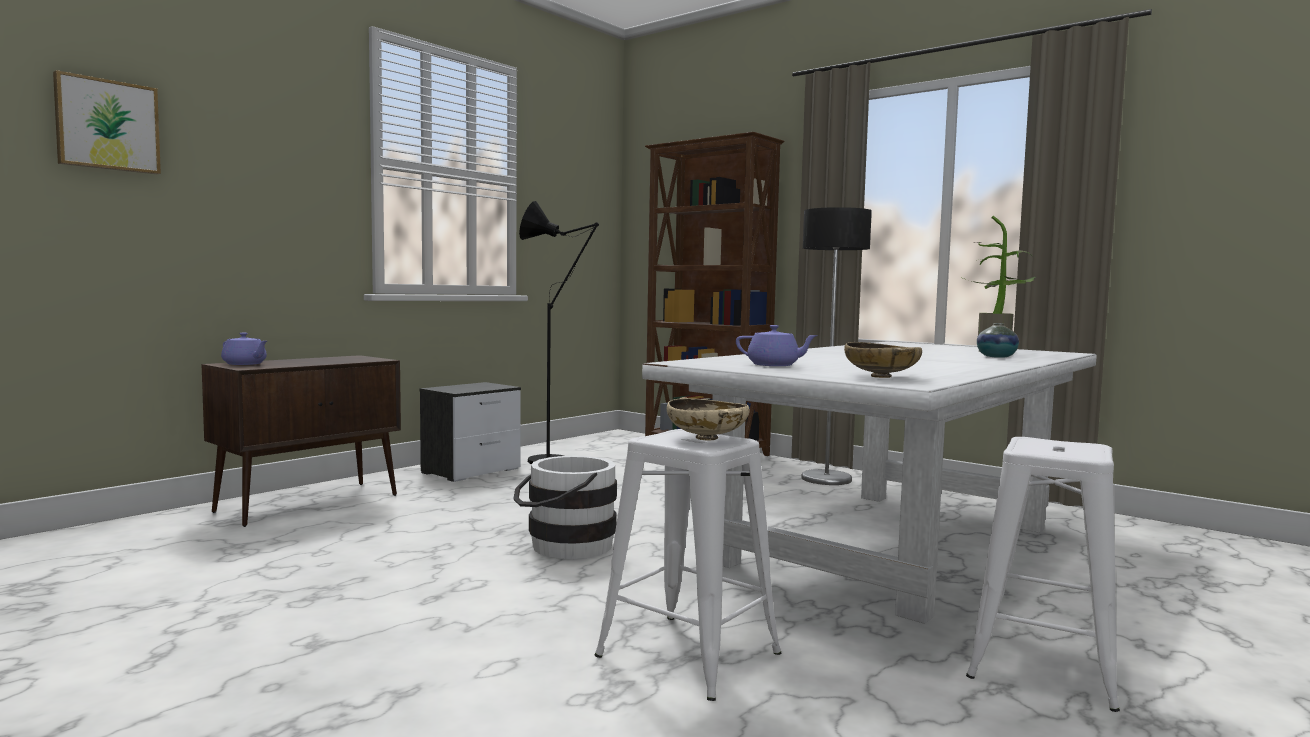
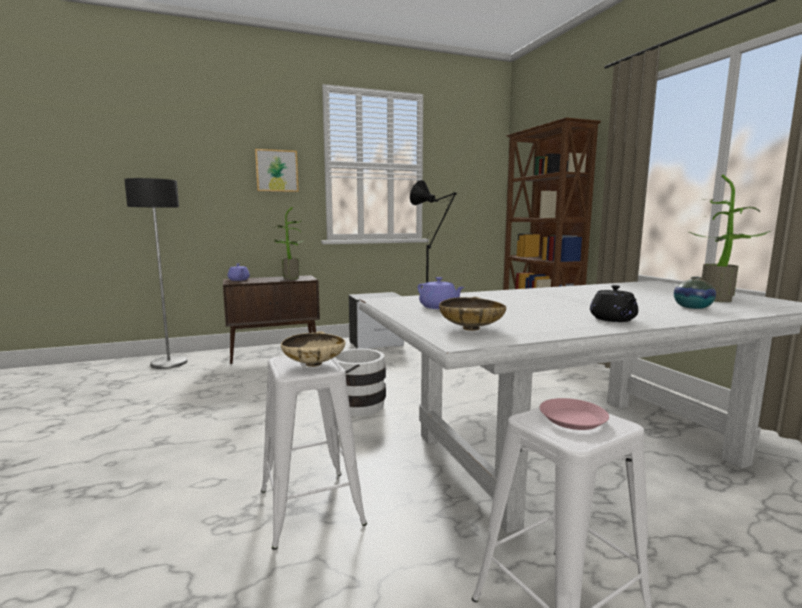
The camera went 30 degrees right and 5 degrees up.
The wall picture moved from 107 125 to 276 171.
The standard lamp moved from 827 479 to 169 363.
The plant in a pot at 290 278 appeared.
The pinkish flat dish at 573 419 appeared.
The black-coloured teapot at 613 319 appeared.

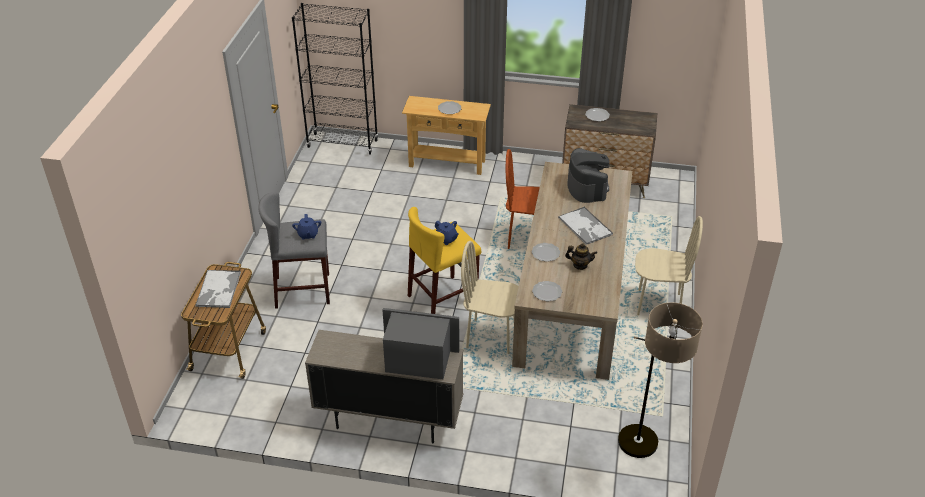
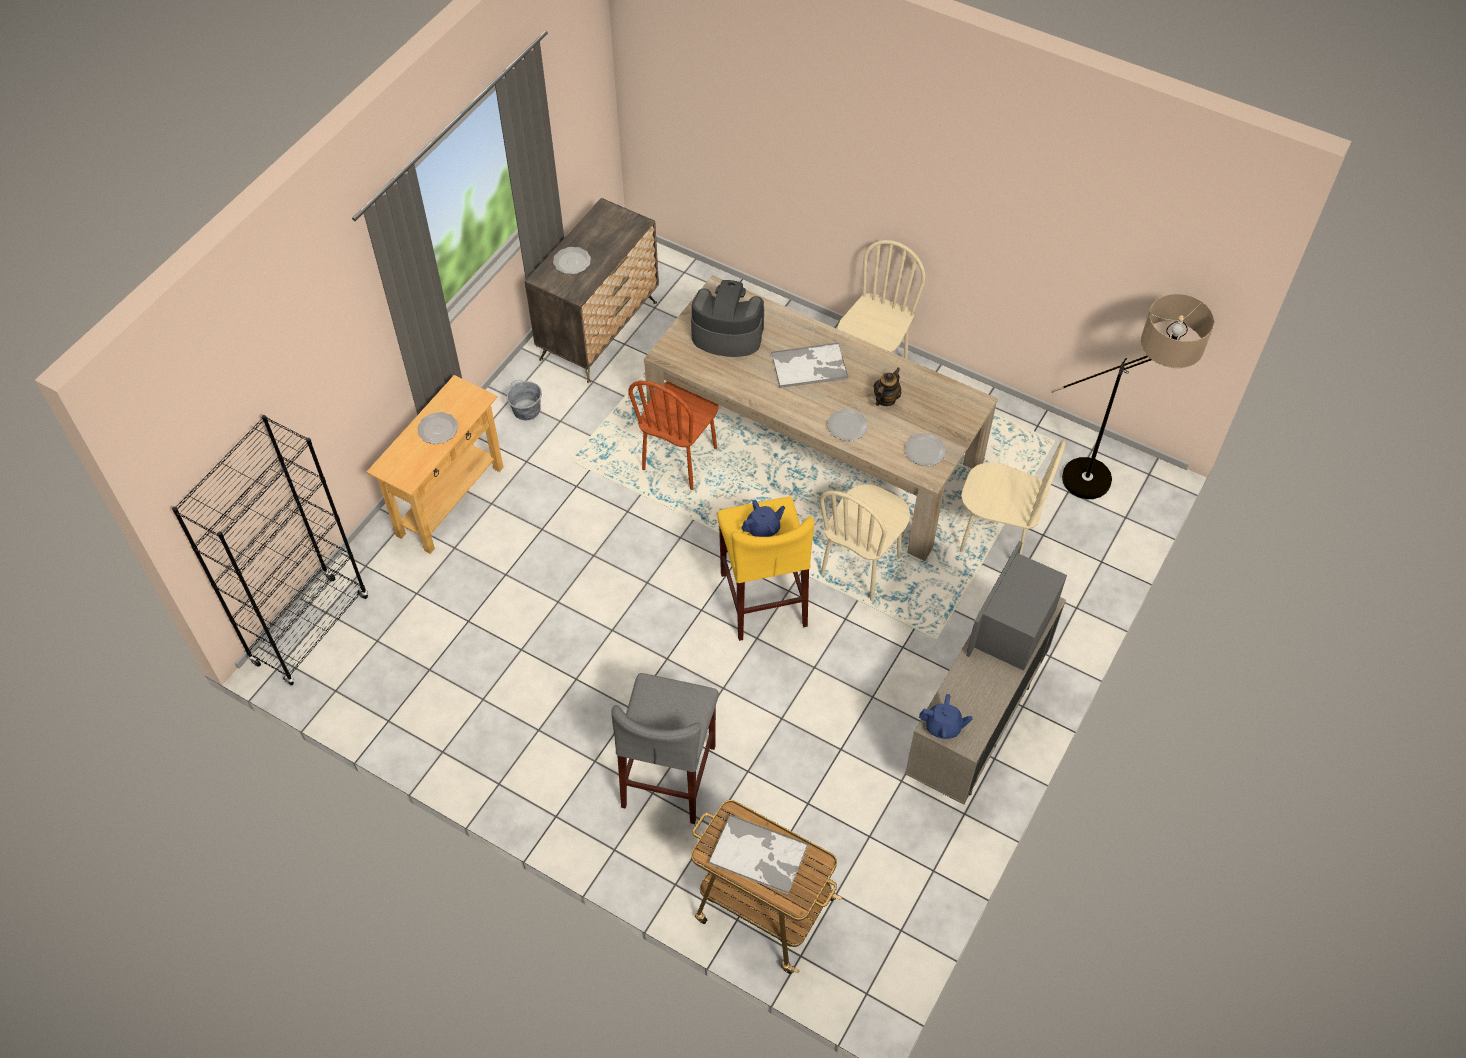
The camera went 70 degrees left and 15 degrees up.
The blue-coloured teapot moved from 308 234 to 943 727.
The gray water bucket at 526 410 appeared.
The beige chair at 996 540 appeared.

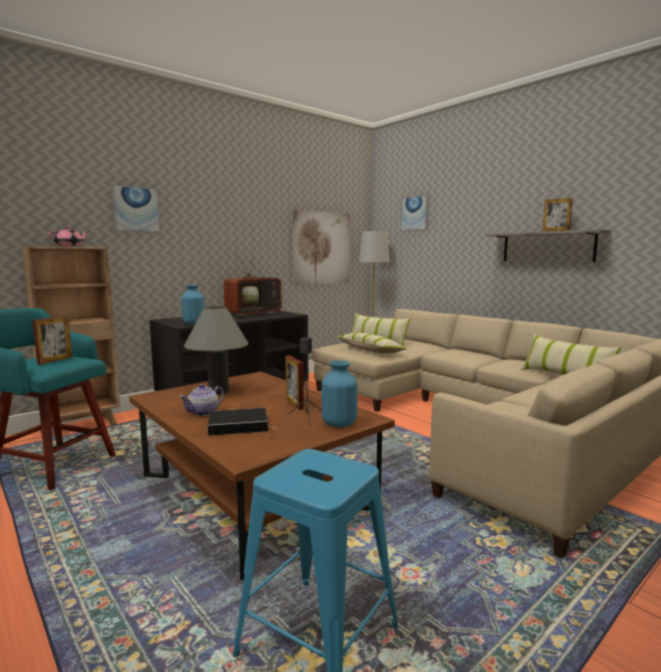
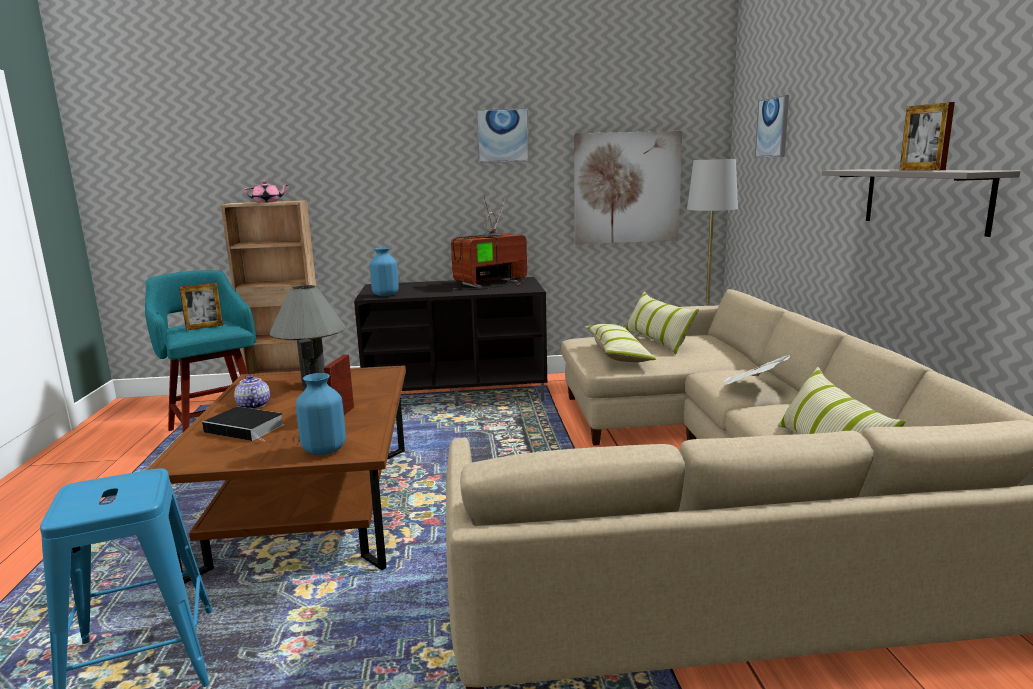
The camera went 35 degrees right and 5 degrees up.
The wall picture moved from 136 209 to 502 135.
The teapot at 204 412 turned 75 degrees clockwise.
The TV at 254 313 turned 150 degrees clockwise.
The daily paper at 752 387 appeared.

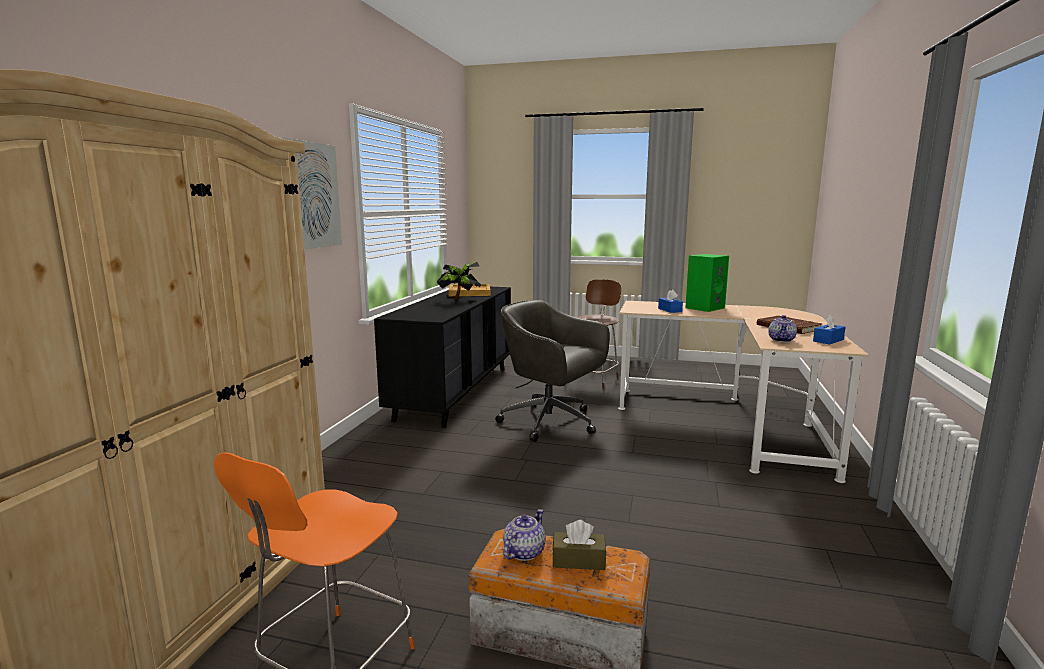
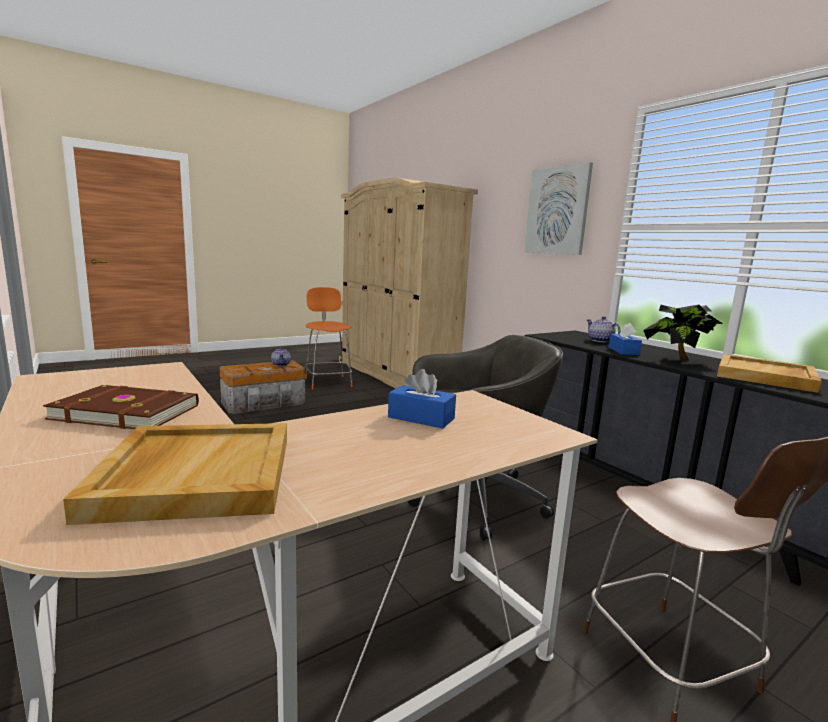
The camera went 130 degrees right and 0 degrees up.
The brown tissue holder at 578 560 disappeared.
The greenish audio speaker at 704 308 disappeared.
The teapot moved from 782 340 to 599 340.
The blue-coloured tissue holder moved from 828 340 to 623 351.
The beige serving tray at 196 474 appeared.

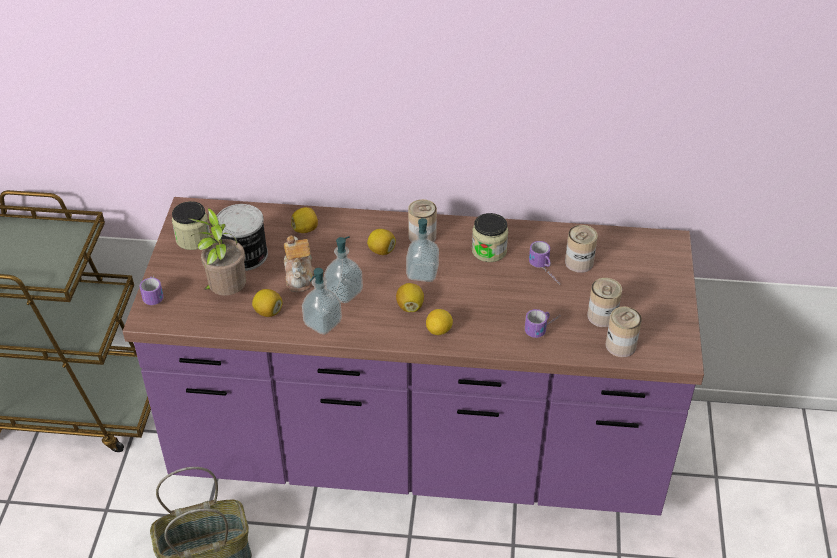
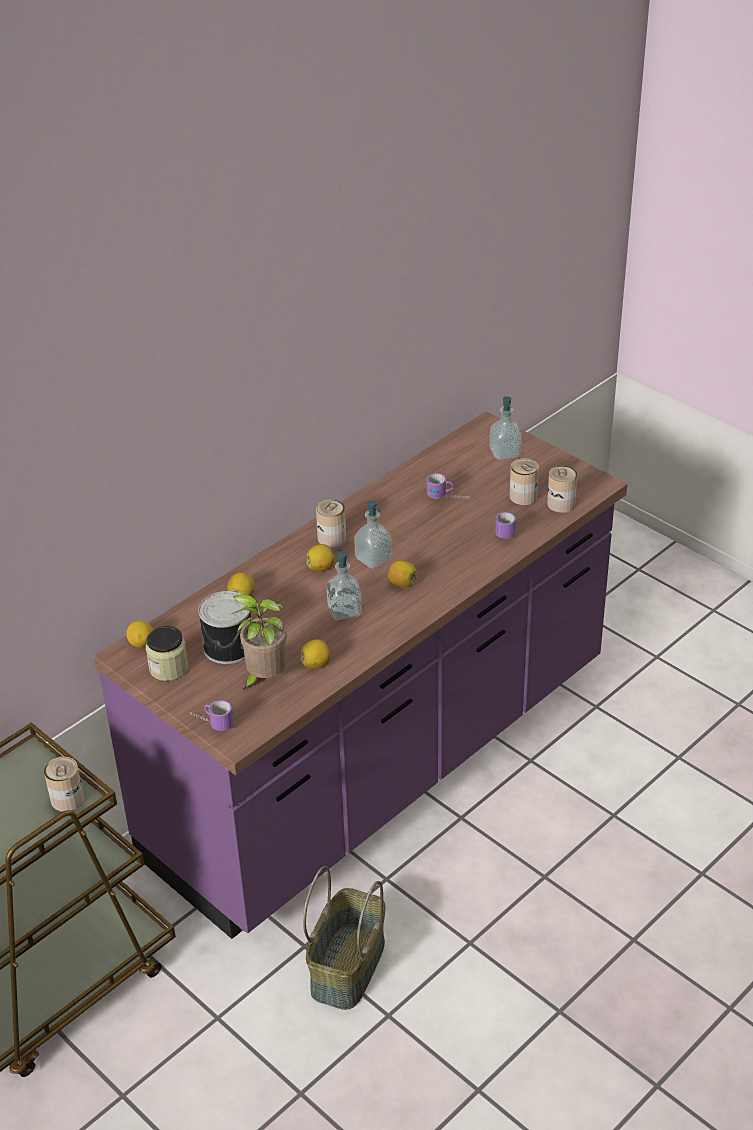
The camera went 50 degrees left and 5 degrees down.
The teapot at 300 275 disappeared.
The liquid soap bottle moved from 322 323 to 505 453.
The lemon moved from 439 331 to 141 643.
The jar at 489 251 disappeared.
The can moved from 579 262 to 67 799.

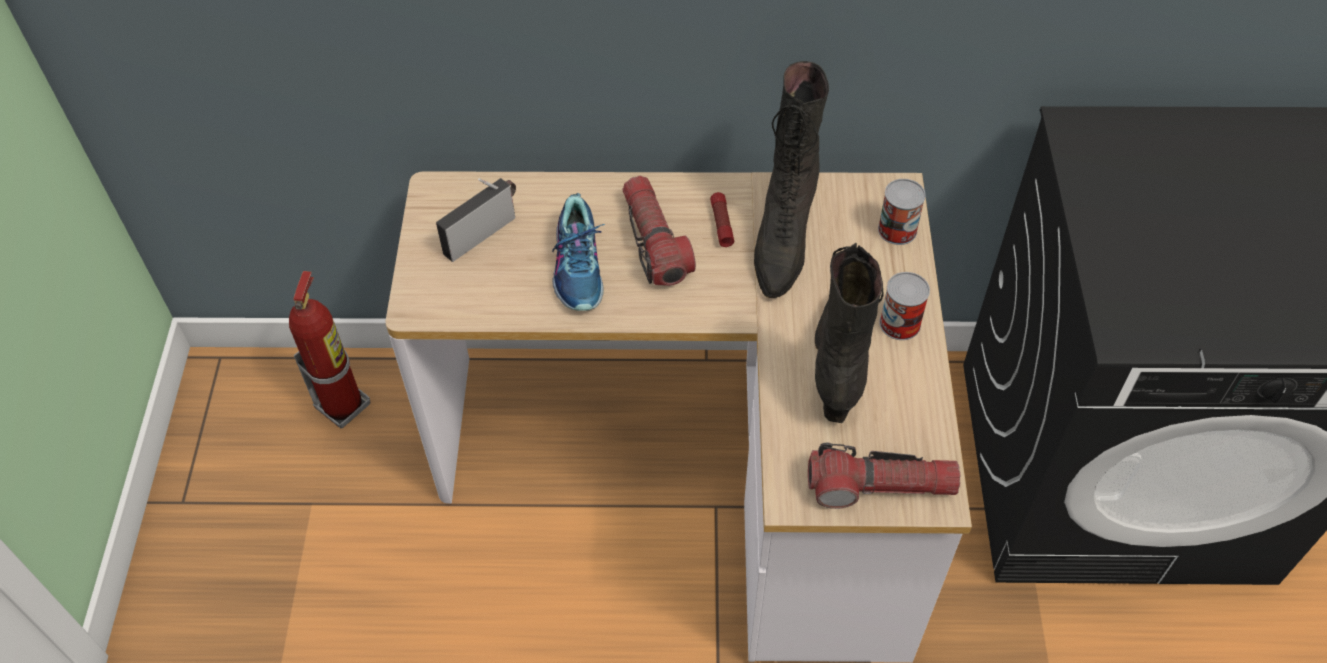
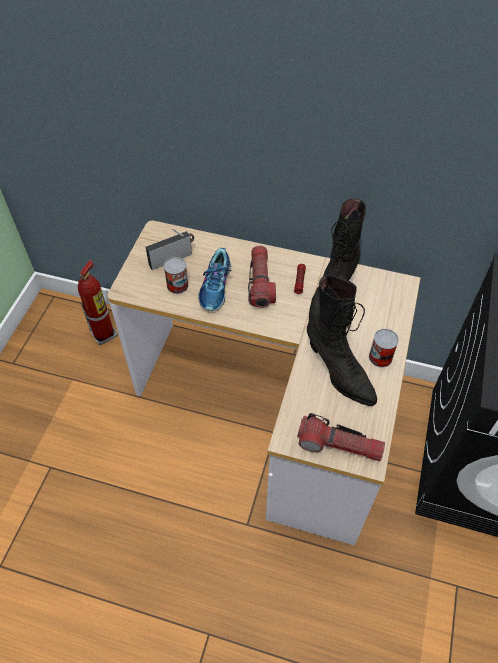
The camera went 15 degrees right and 0 degrees up.
The black-coloured boot at 839 364 turned 120 degrees clockwise.
The can moved from 897 230 to 177 285.

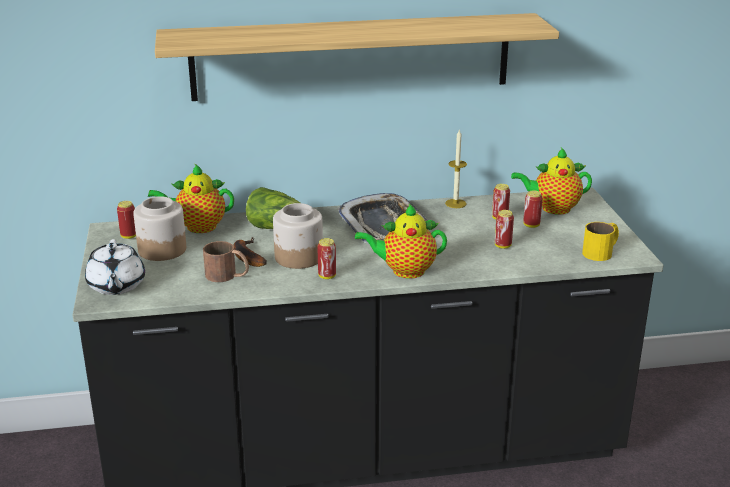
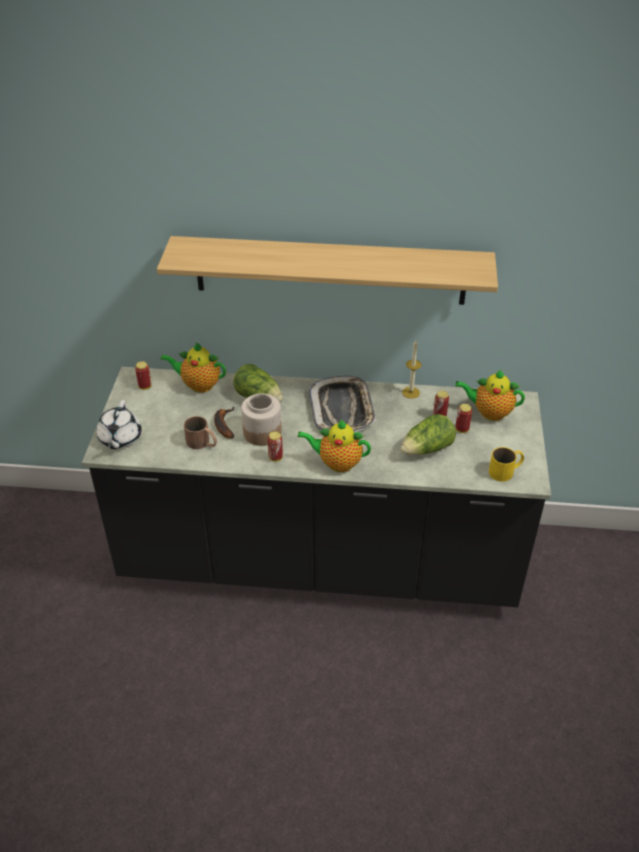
The camera went 15 degrees right and 15 degrees up.
The jar at 162 249 disappeared.
The can at 502 246 was replaced by the lettuce at 427 449.

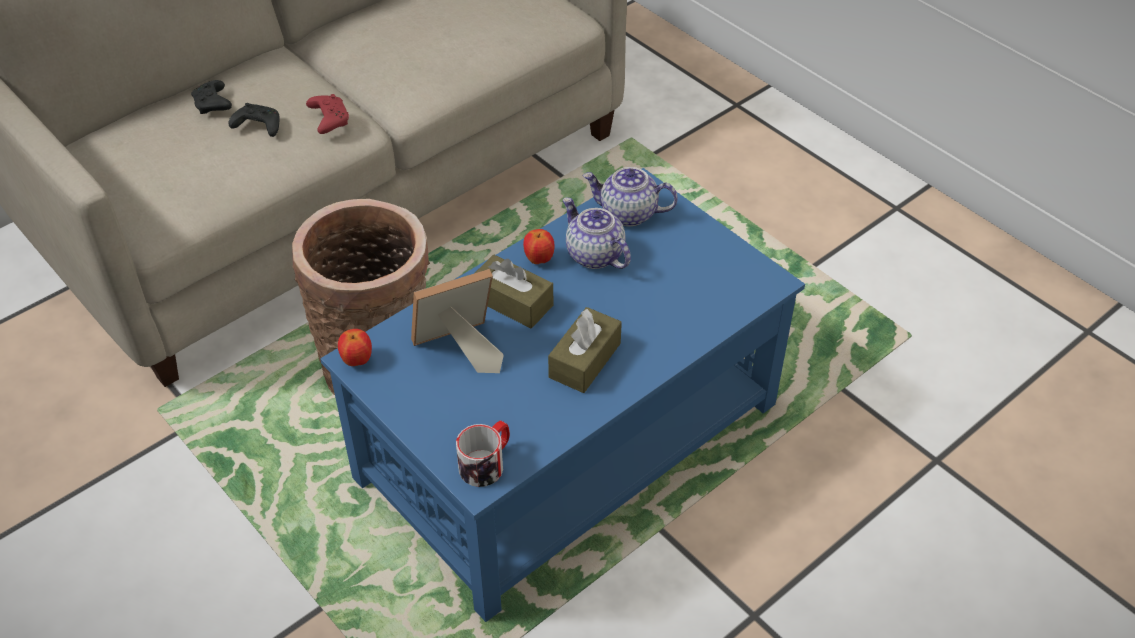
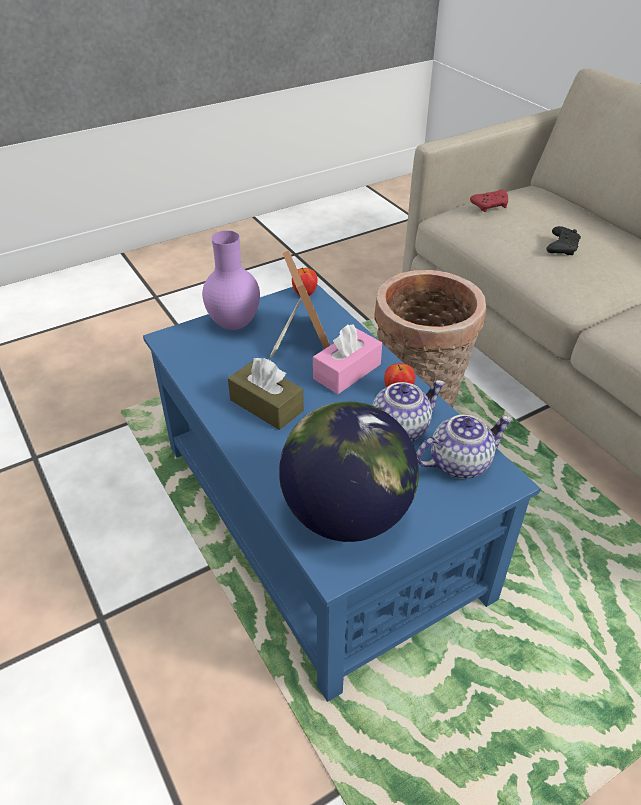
The camera went 100 degrees right and 5 degrees down.
The black-coloured game controller at 213 105 disappeared.
The red game controller moved from 328 119 to 490 206.
The coffee mug at 487 462 disappeared.
The brown tissue holder at 512 302 became the pinkish tissue holder at 347 371.
The teapot at 628 214 turned 45 degrees clockwise.
The purple-coloured vase at 235 325 appeared.
The desk globe at 346 515 appeared.

